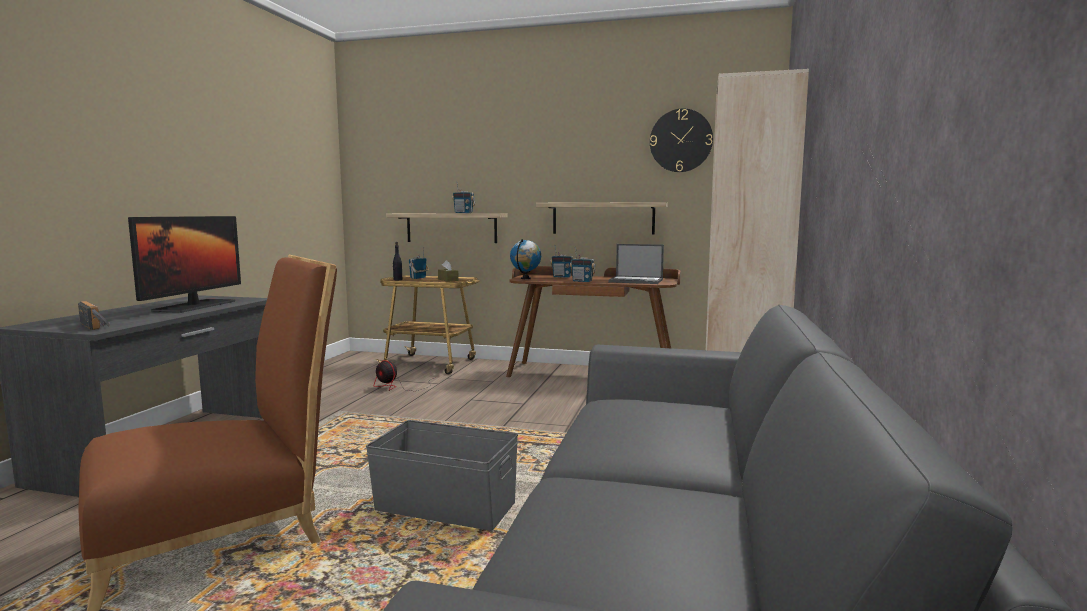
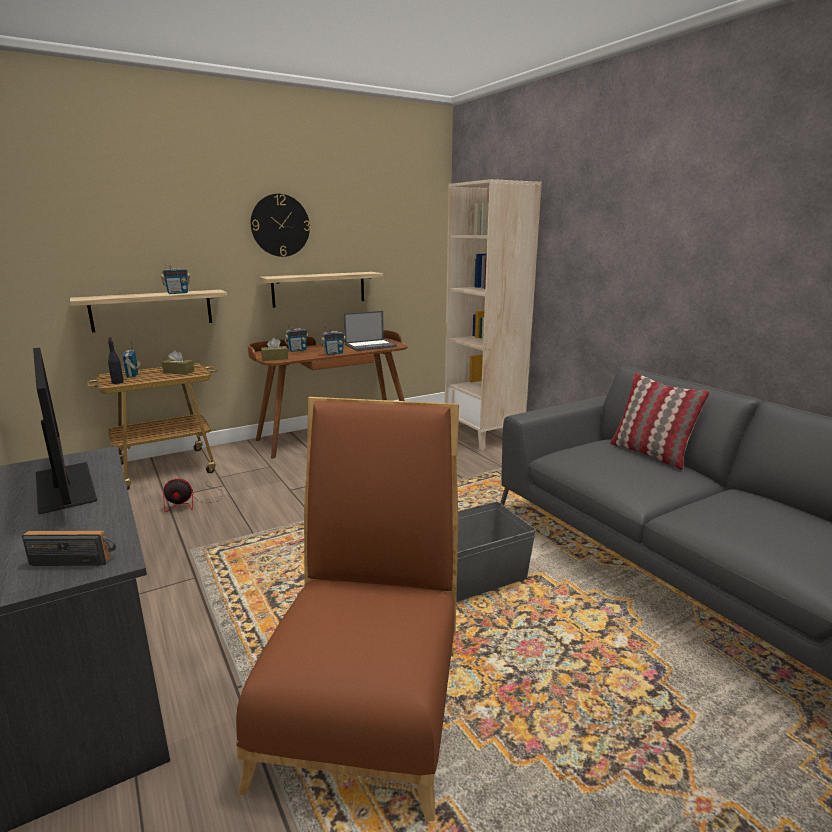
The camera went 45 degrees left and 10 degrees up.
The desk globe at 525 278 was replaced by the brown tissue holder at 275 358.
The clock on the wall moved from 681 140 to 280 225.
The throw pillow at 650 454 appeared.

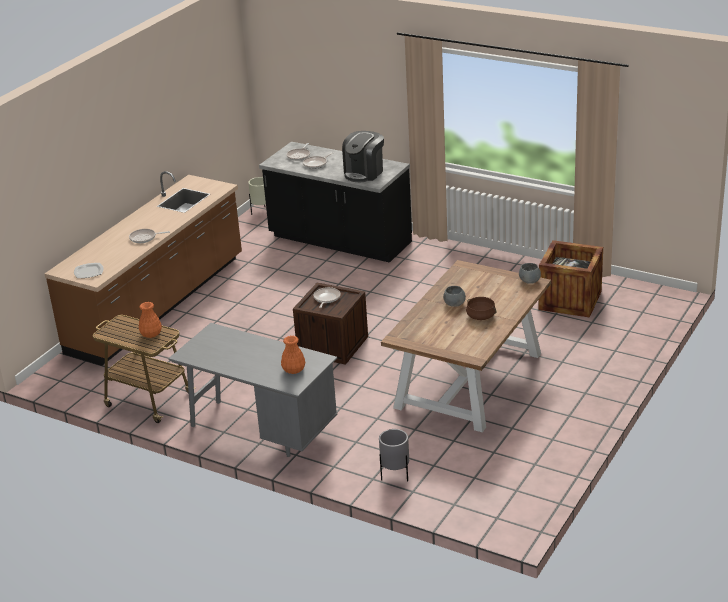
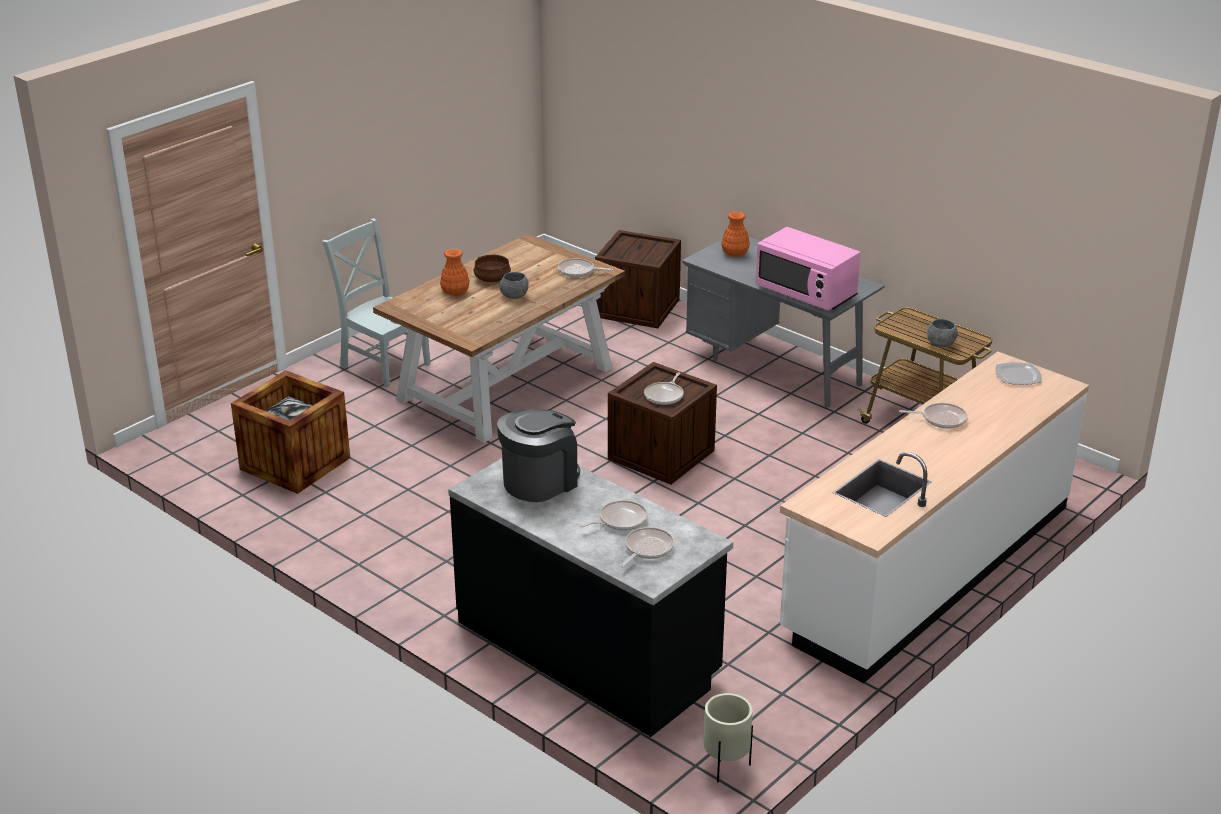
The camera went 170 degrees left and 0 degrees up.
The brown kitchen base unit at 158 305 became the white kitchen base unit at 928 568.
The orange-coloured vase moved from 151 334 to 455 292.
The gray flower pot at 395 476 was replaced by the shipping crate at 638 308.
The gray deep dish moved from 529 281 to 940 344.
The gray chair at 383 363 appeared.
The frying pan at 578 271 appeared.
The pinkish microwave oven at 806 293 appeared.

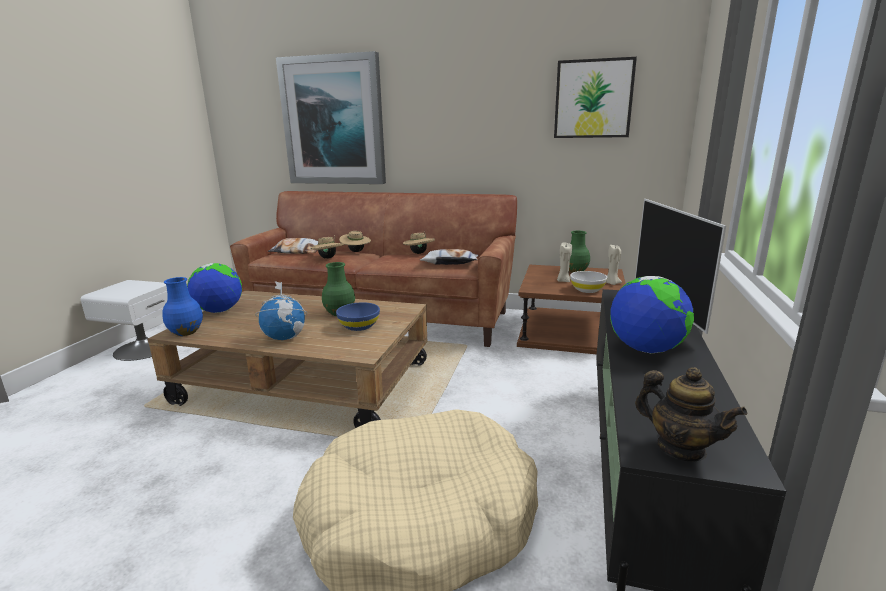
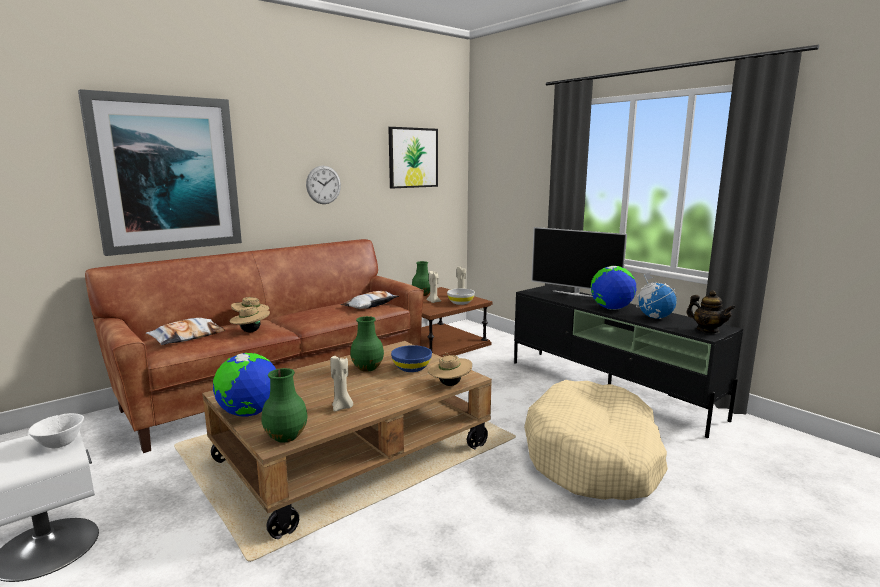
The camera went 55 degrees left and 5 degrees down.
The blue-coloured vase at 185 332 became the greenish vase at 286 437.
The desk globe moved from 285 337 to 654 317.
The beige hat moved from 419 253 to 449 384.
The teapot at 680 448 turned 60 degrees clockwise.
The white deep dish at 60 445 appeared.
The clock on the wall at 323 185 appeared.
The beige wax candle at 342 407 appeared.

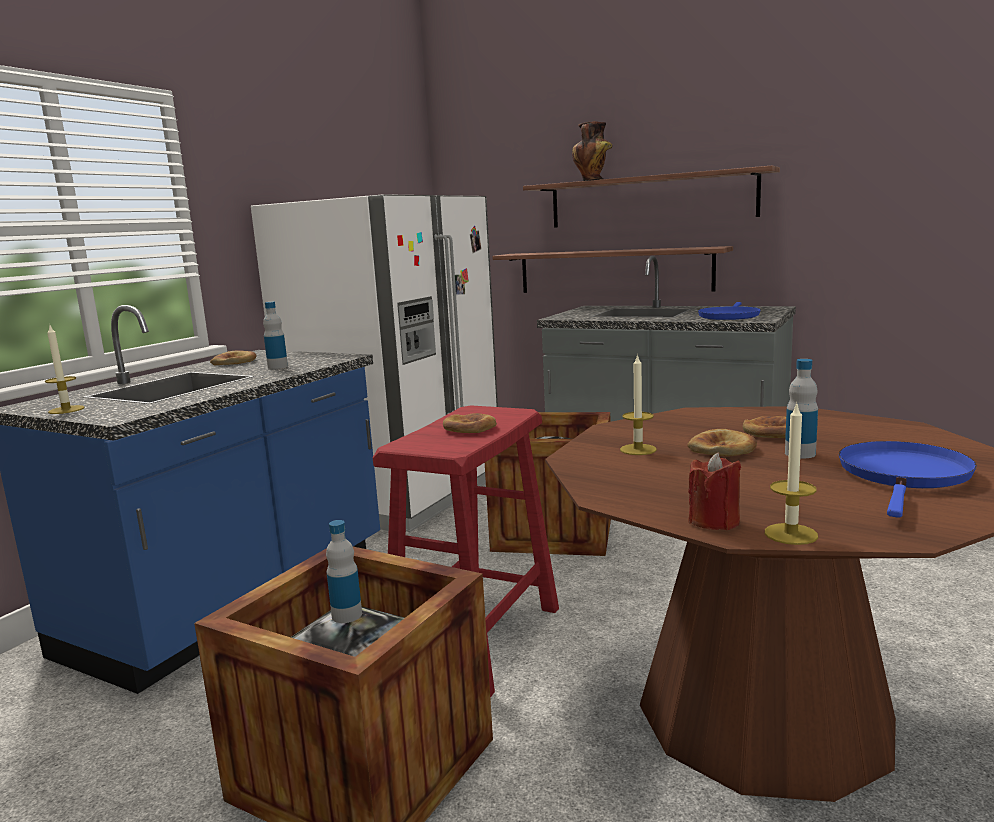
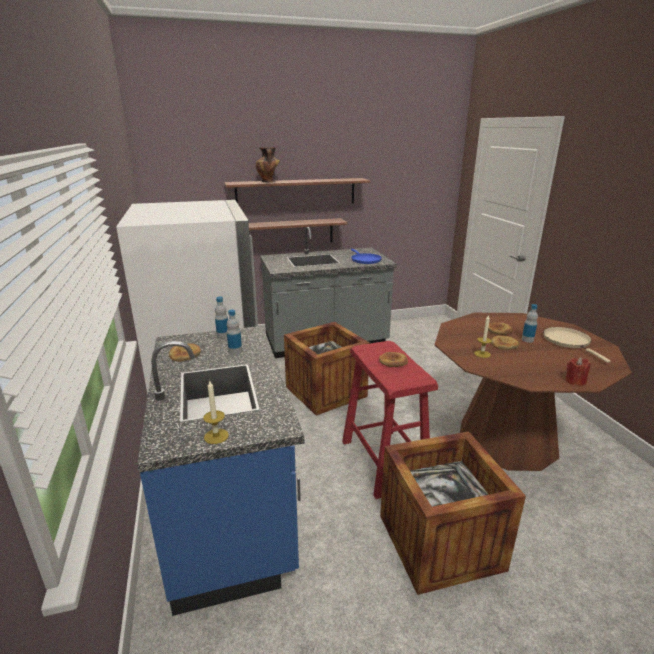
The camera went 45 degrees left and 10 degrees up.
The drink bottle moved from 347 615 to 223 336.
The wax candle at 791 534 disappeared.
The blue-coloured frying pan at 904 475 became the beige frying pan at 568 342.

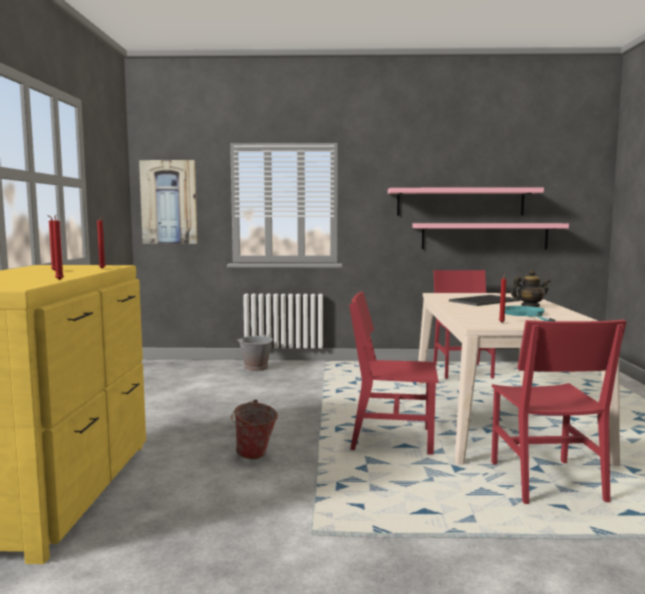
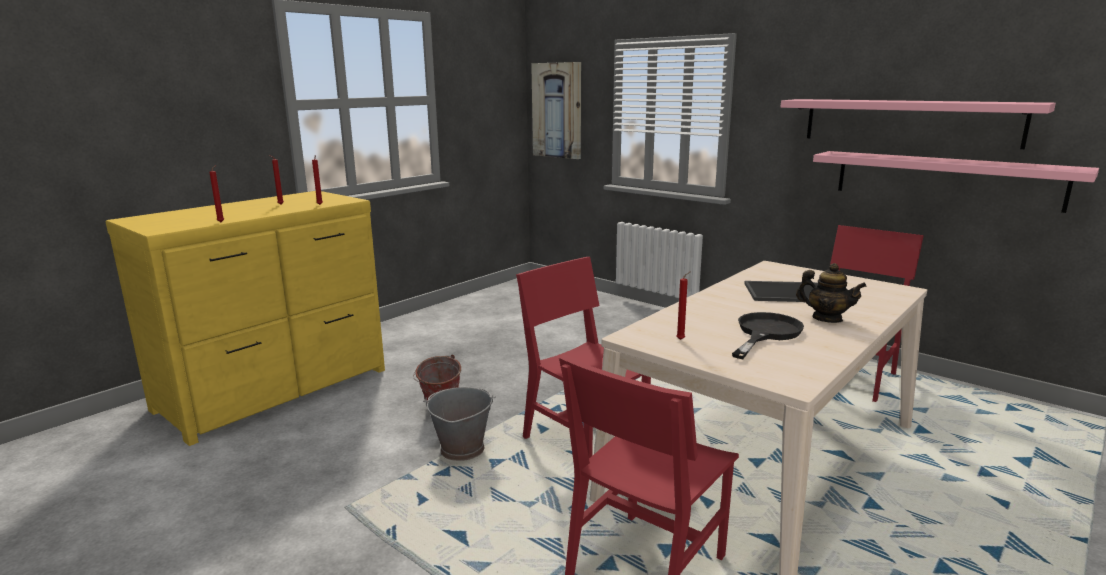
The camera went 40 degrees right and 10 degrees up.
The gray water bucket moved from 255 368 to 461 449.
The turquoise frying pan at 526 314 became the black-coloured frying pan at 765 333.

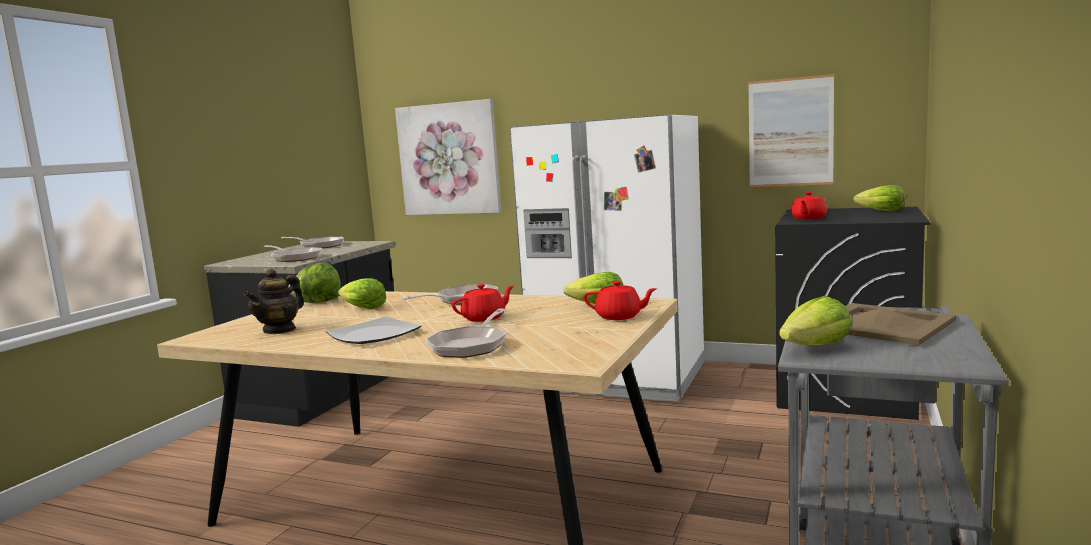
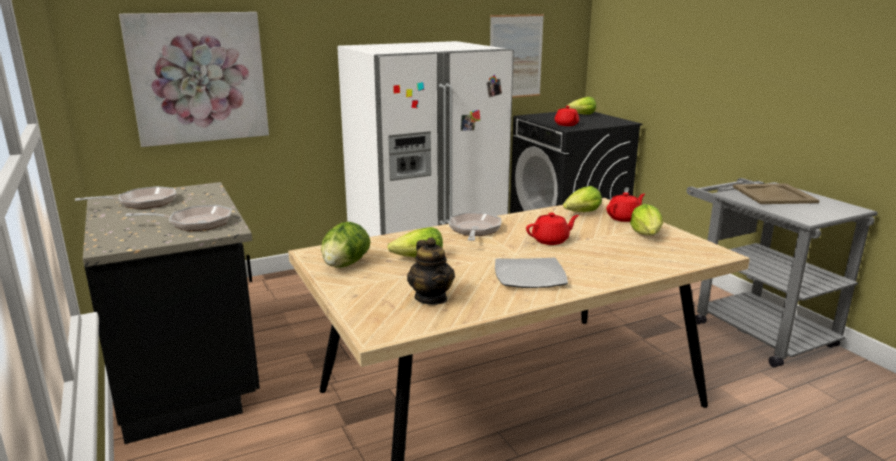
The camera went 50 degrees left and 10 degrees up.
The frying pan at 470 345 disappeared.
The red teapot at 485 318 turned 60 degrees clockwise.
The lettuce moved from 815 347 to 647 234.

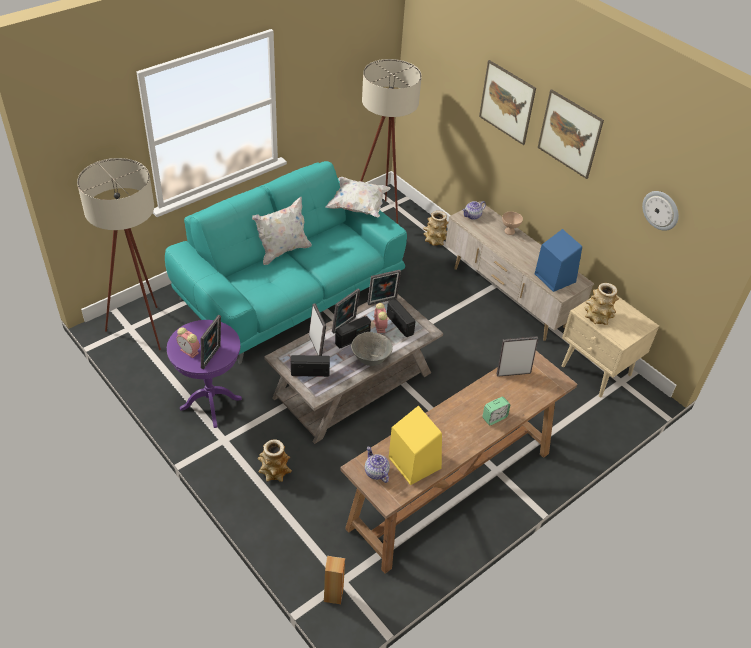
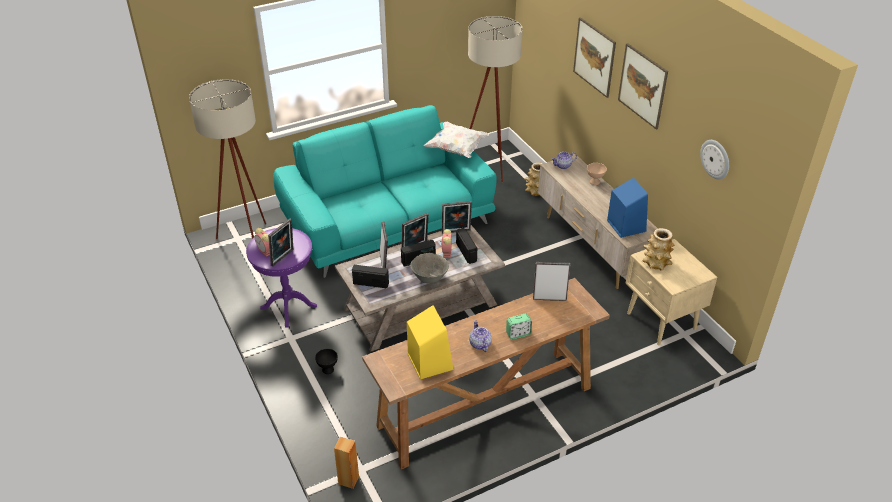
The camera went 15 degrees right and 5 degrees down.
The white throw pillow at 283 251 disappeared.
The vase at 274 471 was replaced by the black-coloured deep dish at 327 370.
The teapot moved from 376 472 to 479 344.

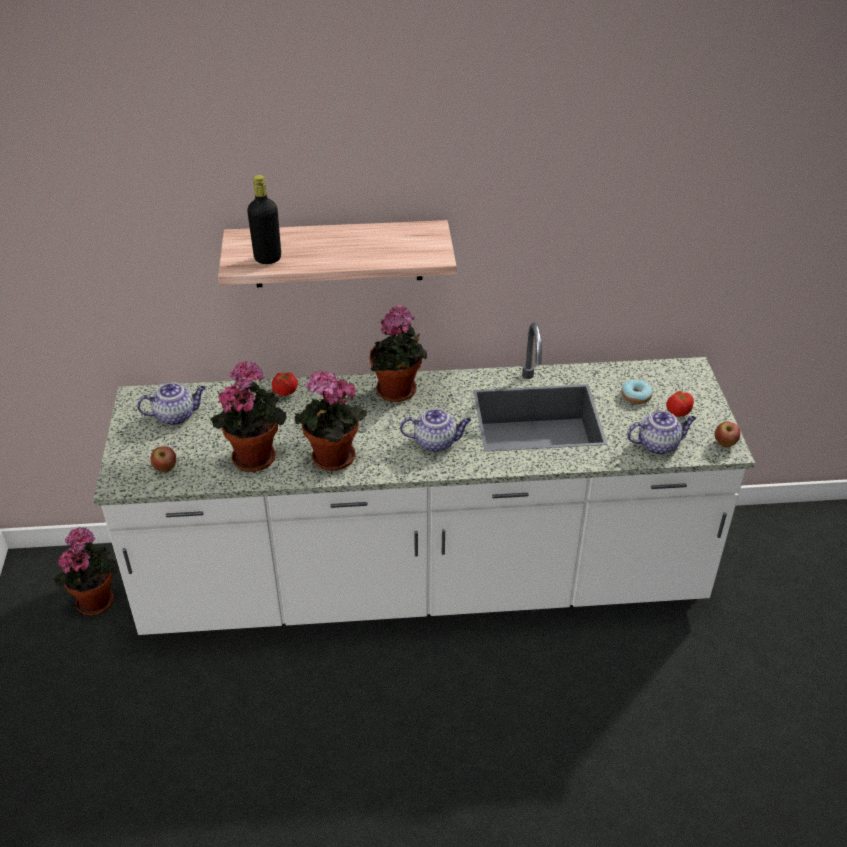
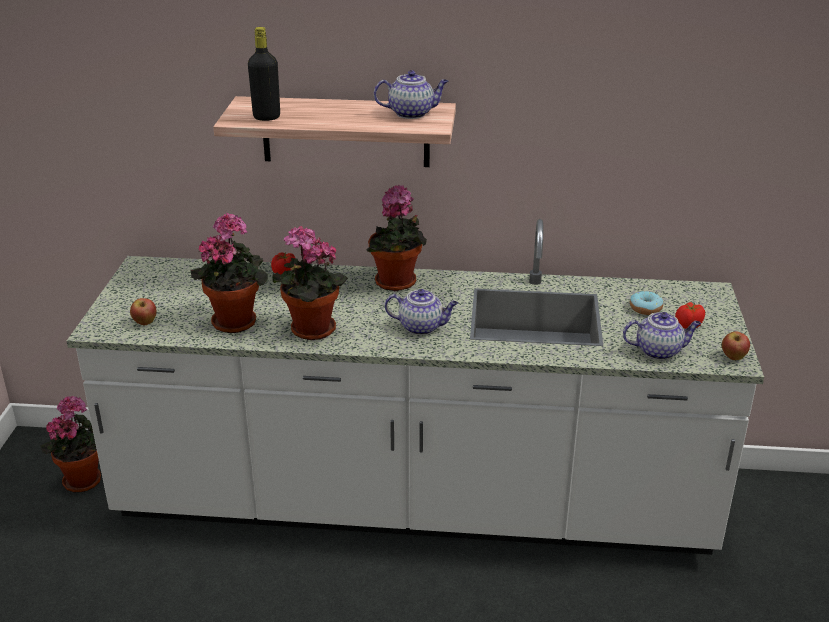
The camera went 10 degrees right and 10 degrees down.
The teapot moved from 176 416 to 412 113.

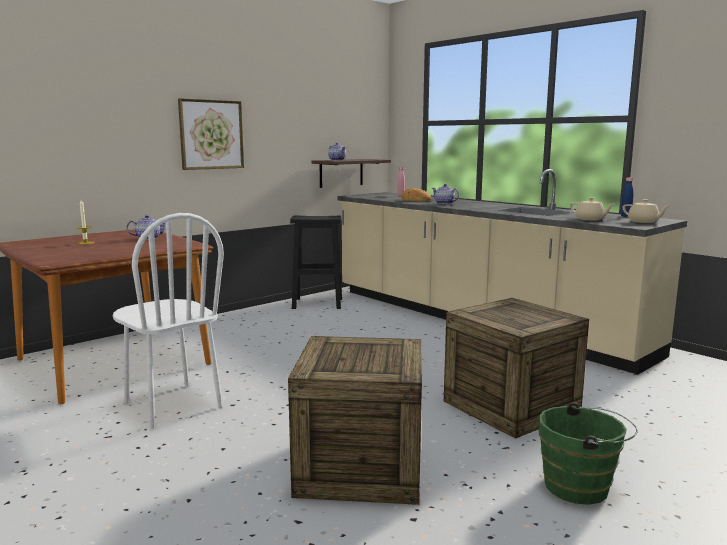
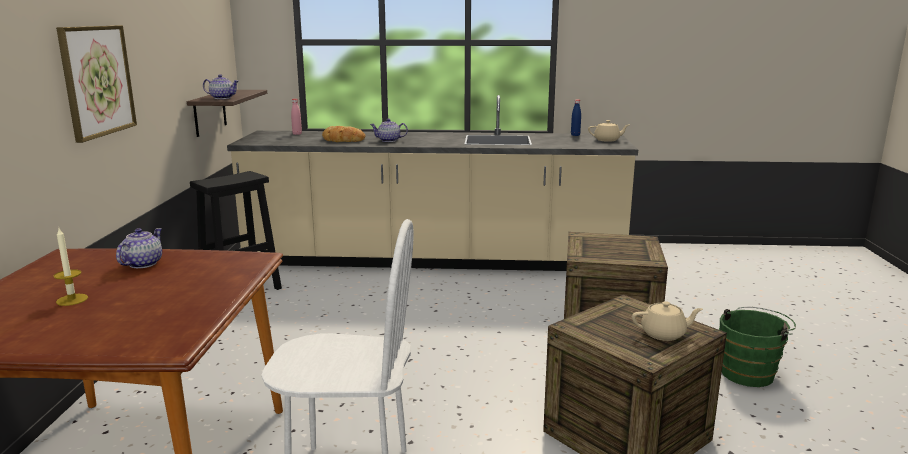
The camera went 45 degrees left and 5 degrees up.
The beige teapot moved from 590 219 to 664 334.

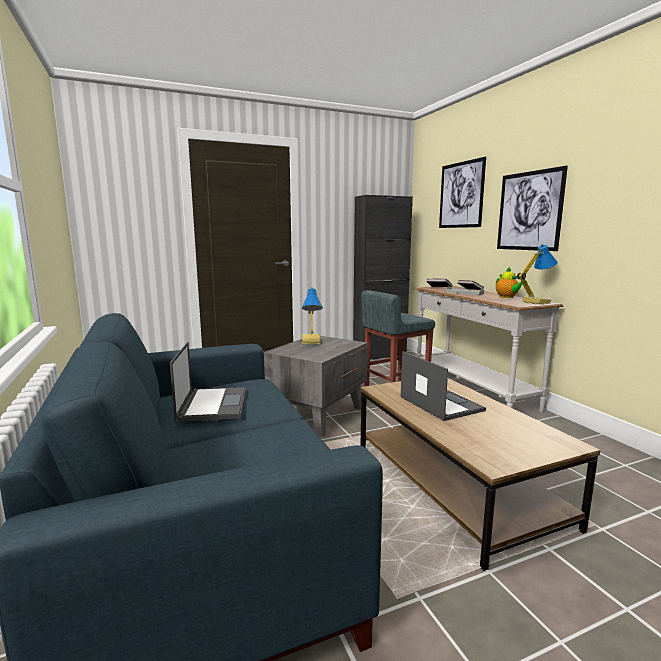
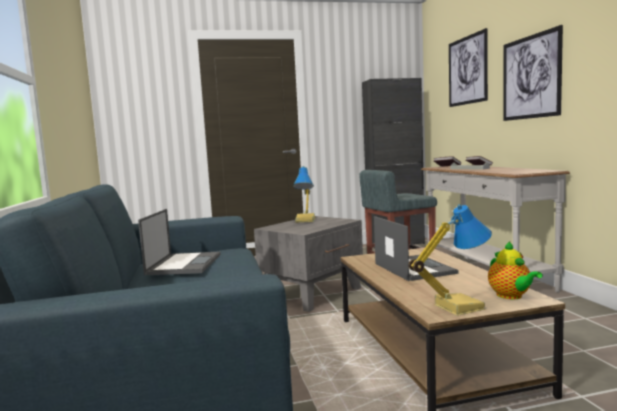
The camera went 10 degrees right and 5 degrees down.
The teapot moved from 507 297 to 511 296.
The table lamp moved from 535 302 to 457 306.

